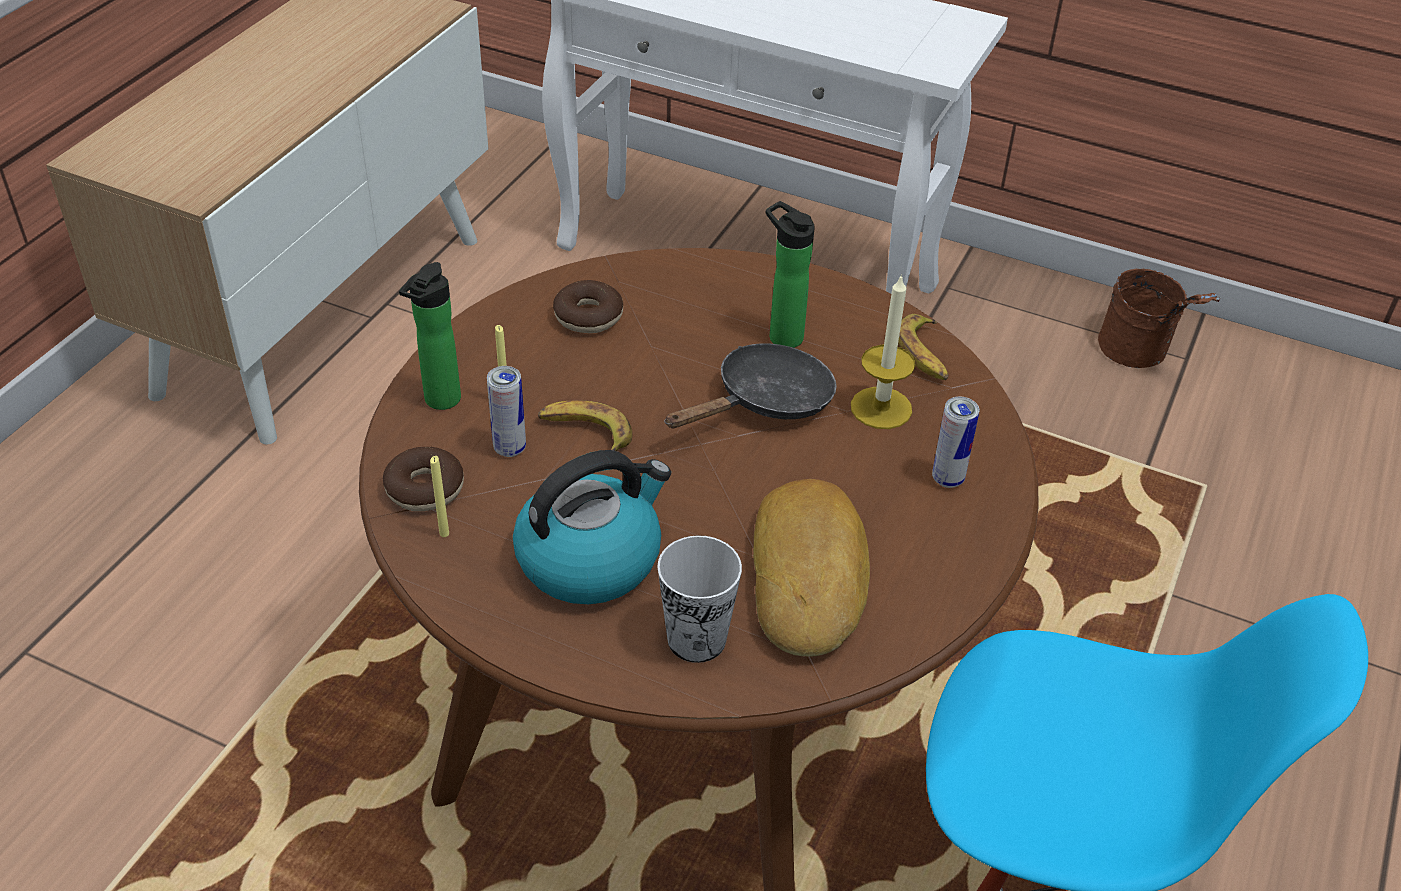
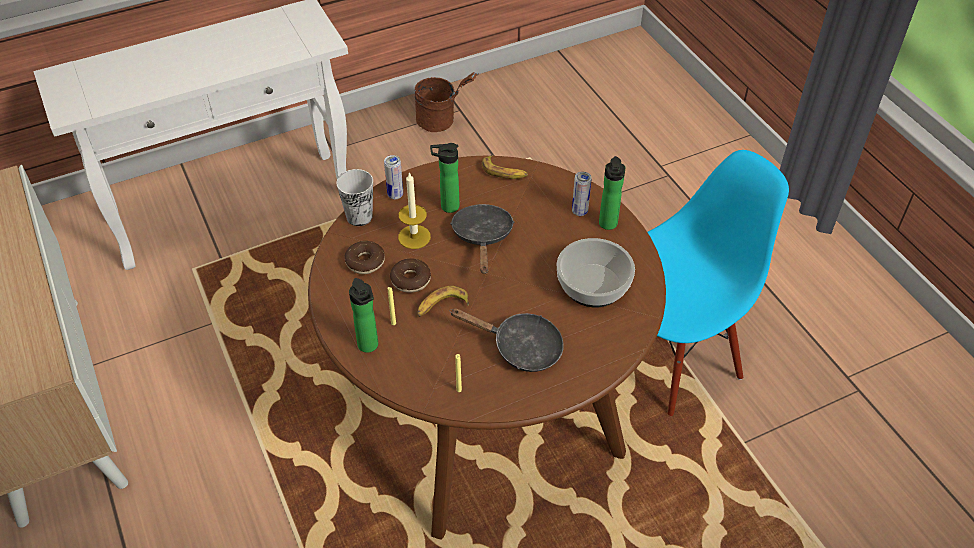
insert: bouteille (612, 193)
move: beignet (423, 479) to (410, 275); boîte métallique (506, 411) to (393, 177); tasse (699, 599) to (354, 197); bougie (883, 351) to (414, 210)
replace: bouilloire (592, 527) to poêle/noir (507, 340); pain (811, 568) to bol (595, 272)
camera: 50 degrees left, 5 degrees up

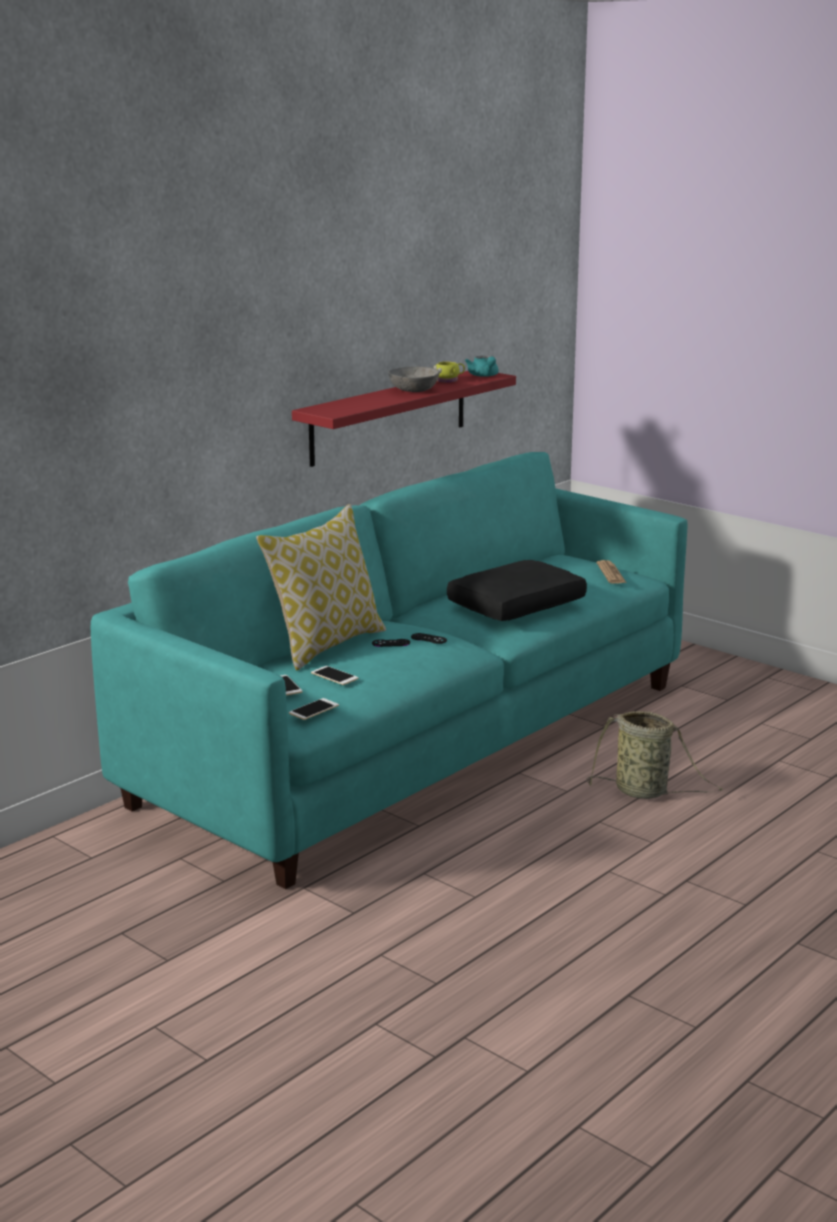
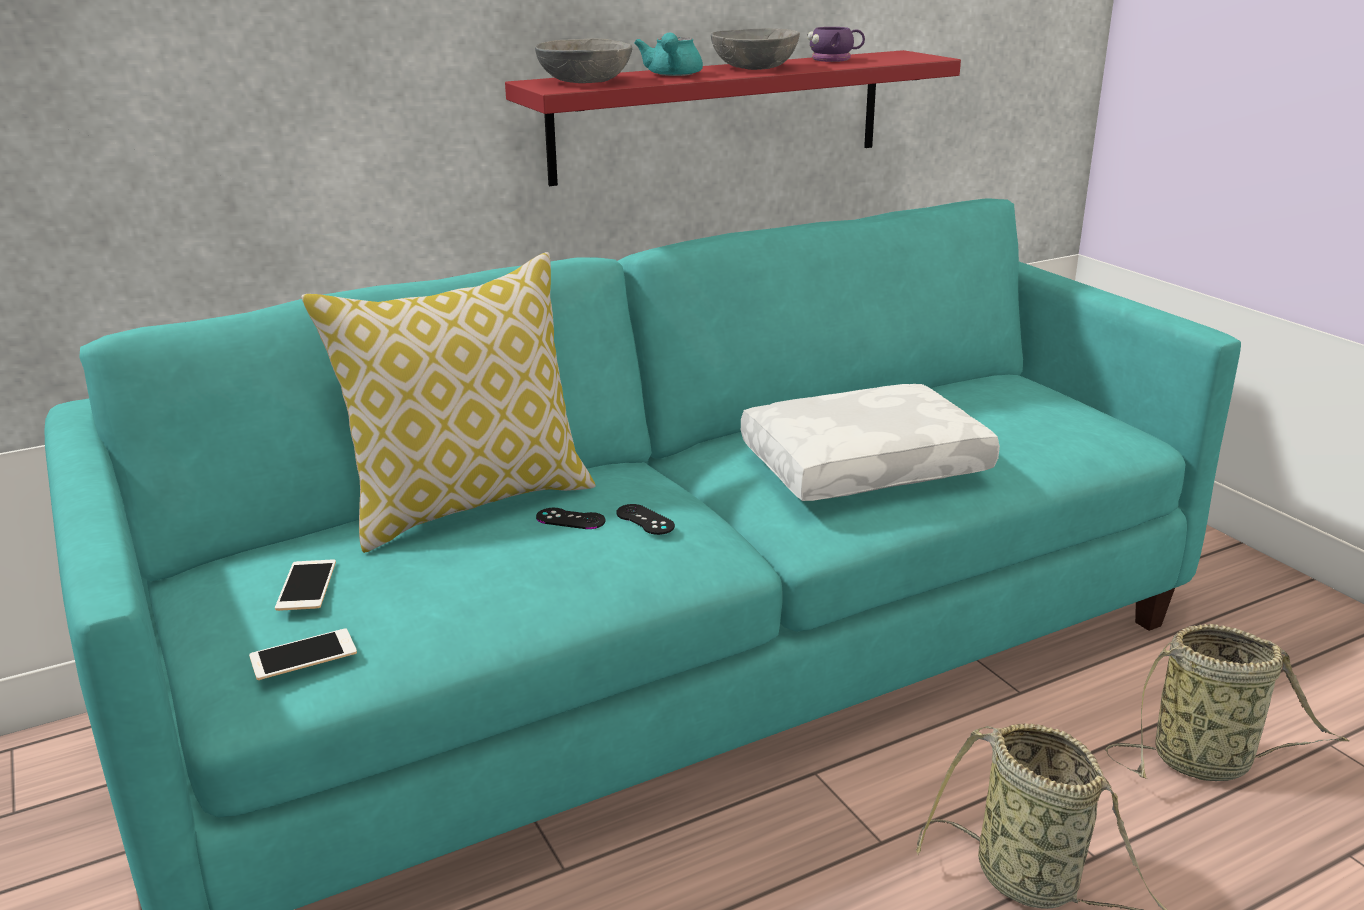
delete: téléphone (335, 675); journal (611, 572)
insert: bol/gris (583, 60); panier (1227, 702)
move: théière/turquoise (482, 366) to (668, 54)
recolor: mug/jaune (449, 372) to mug/violet (836, 44); coussin/noir (517, 590) to coussin/blanc (870, 442)
camera: 20 degrees right, 5 degrees up

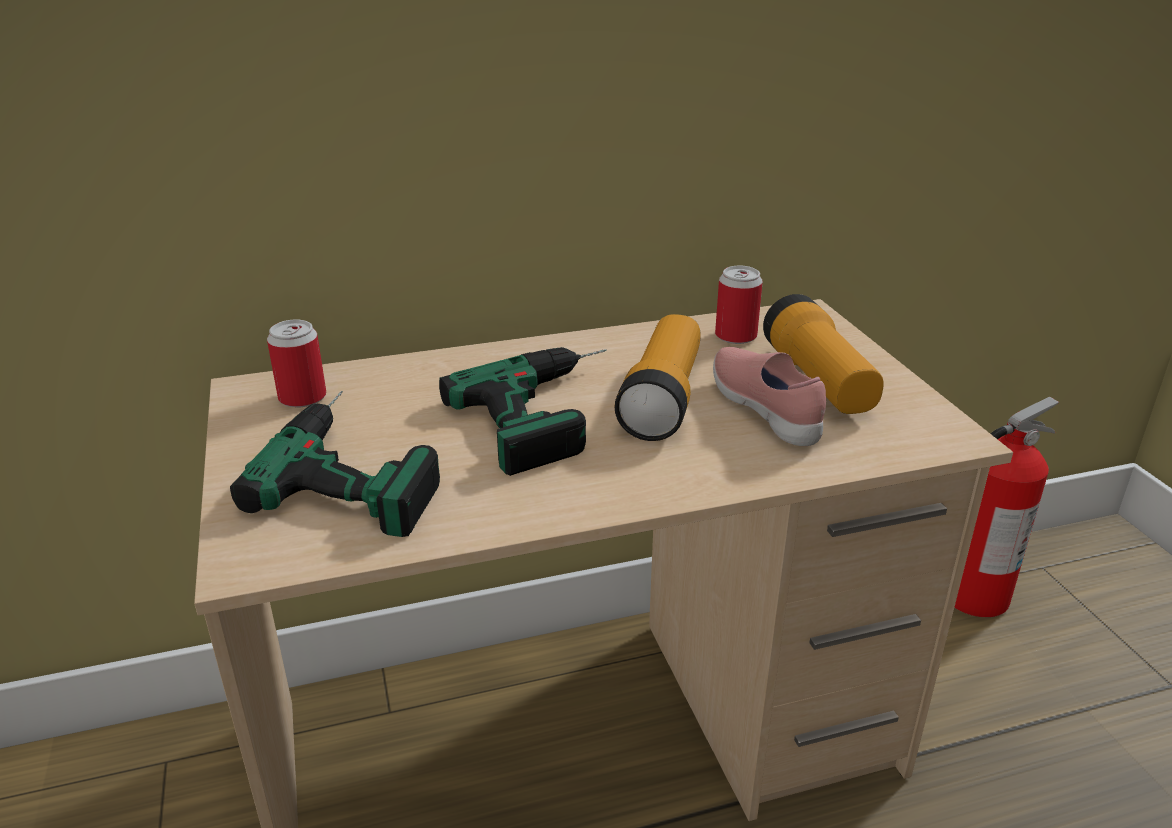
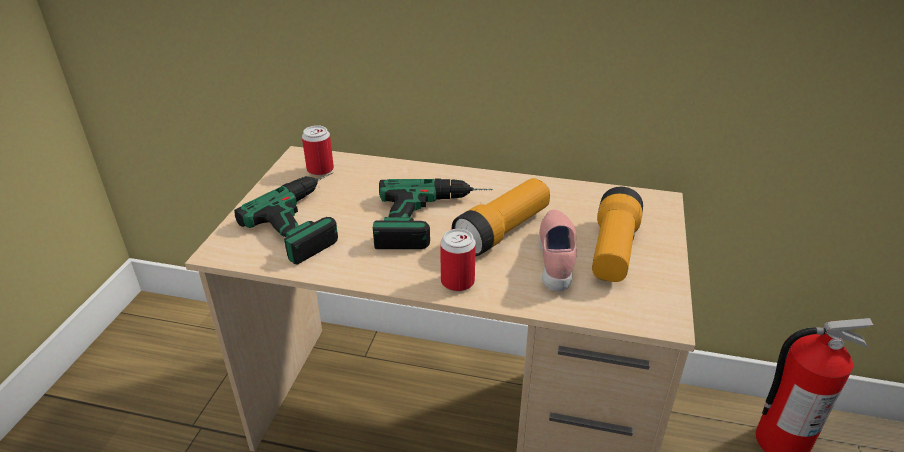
move: boîte métallique (739, 305) to (458, 260)
camera: 30 degrees right, 5 degrees up

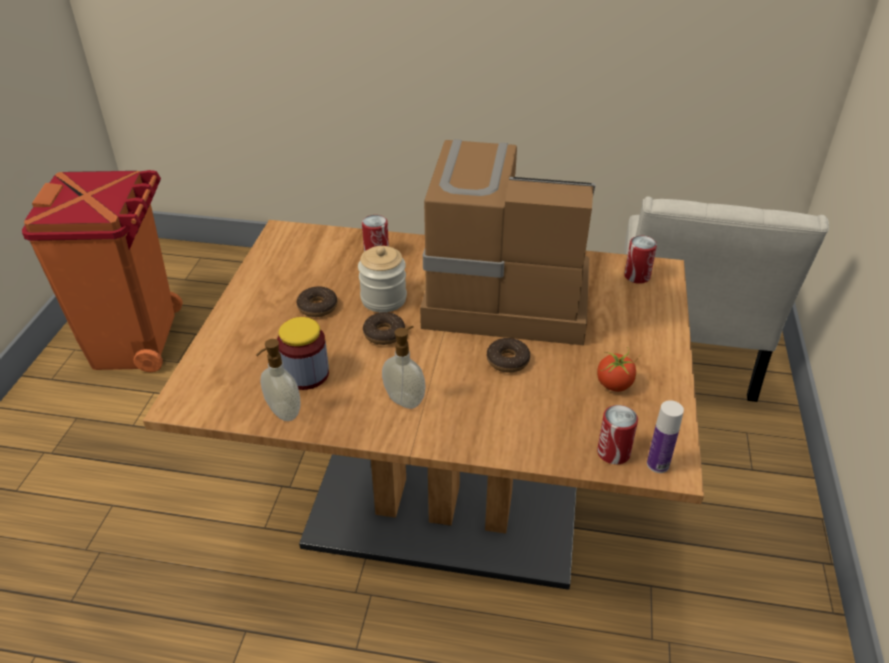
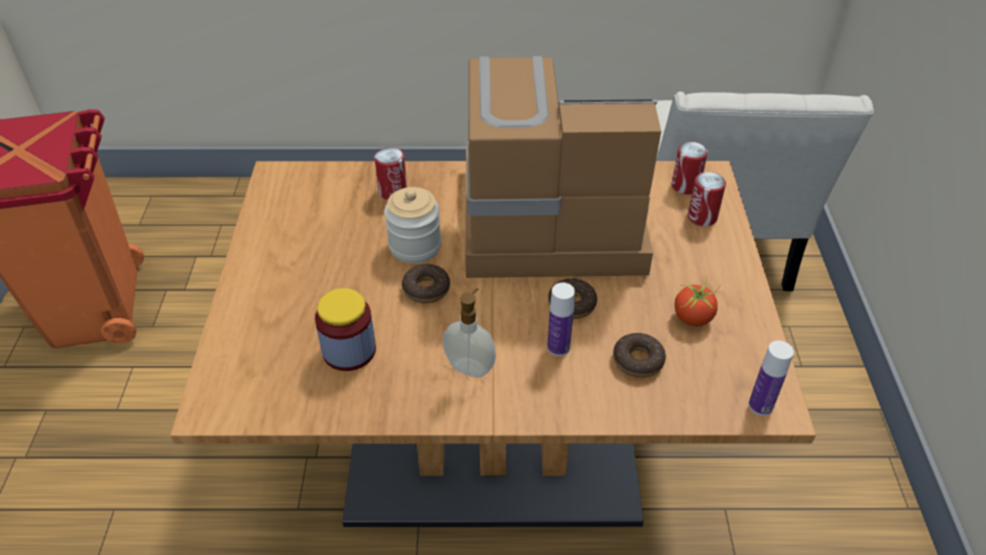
delete: distributeur de savon (278, 380)
insert: bouteille (561, 319)
move: beignet (316, 301) to (639, 355); boîte métallique (617, 435) to (707, 199)
camera: 10 degrees left, 5 degrees up

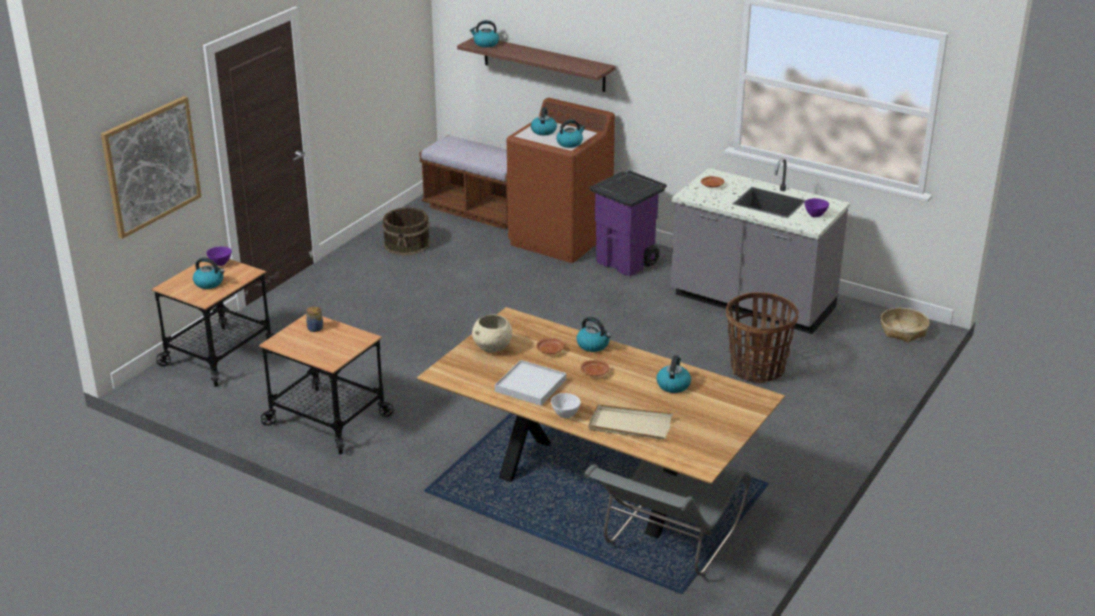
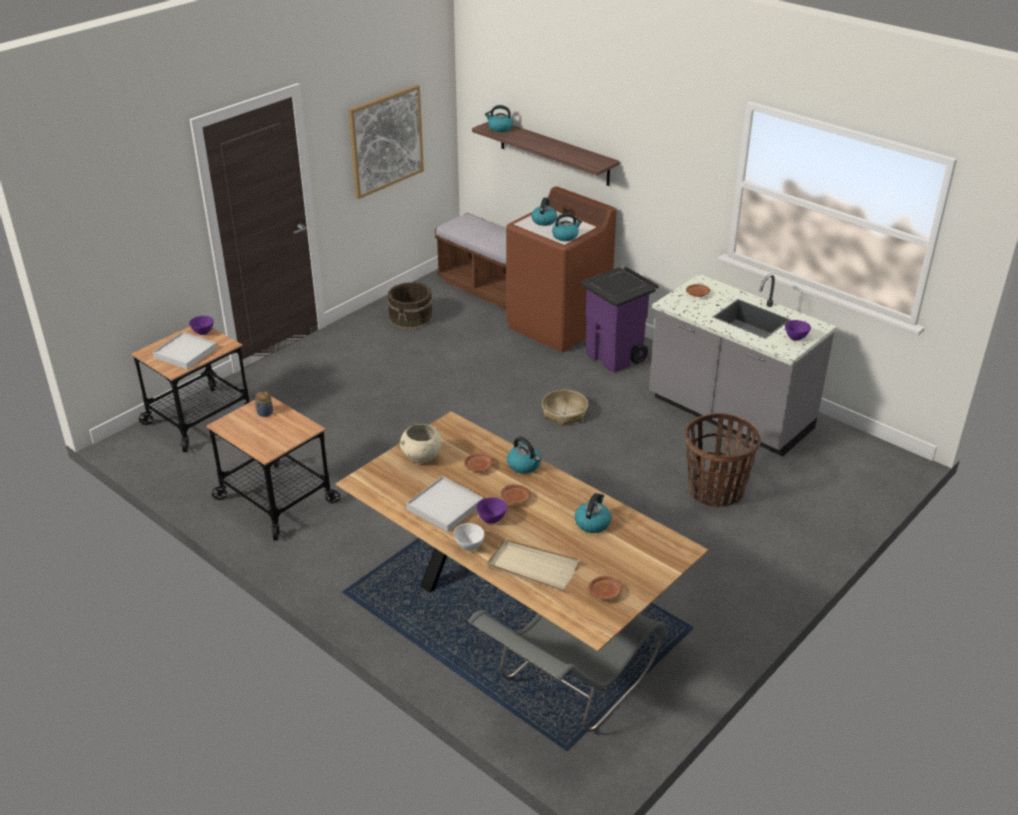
insert: bol/violet (491, 510); assiette/marron (605, 588)
move: tableau (151, 167) to (386, 142); panier (905, 325) to (565, 408)
replace: bouilloire (209, 273) to plateau/blanc (185, 350)
camera: 10 degrees right, 5 degrees up

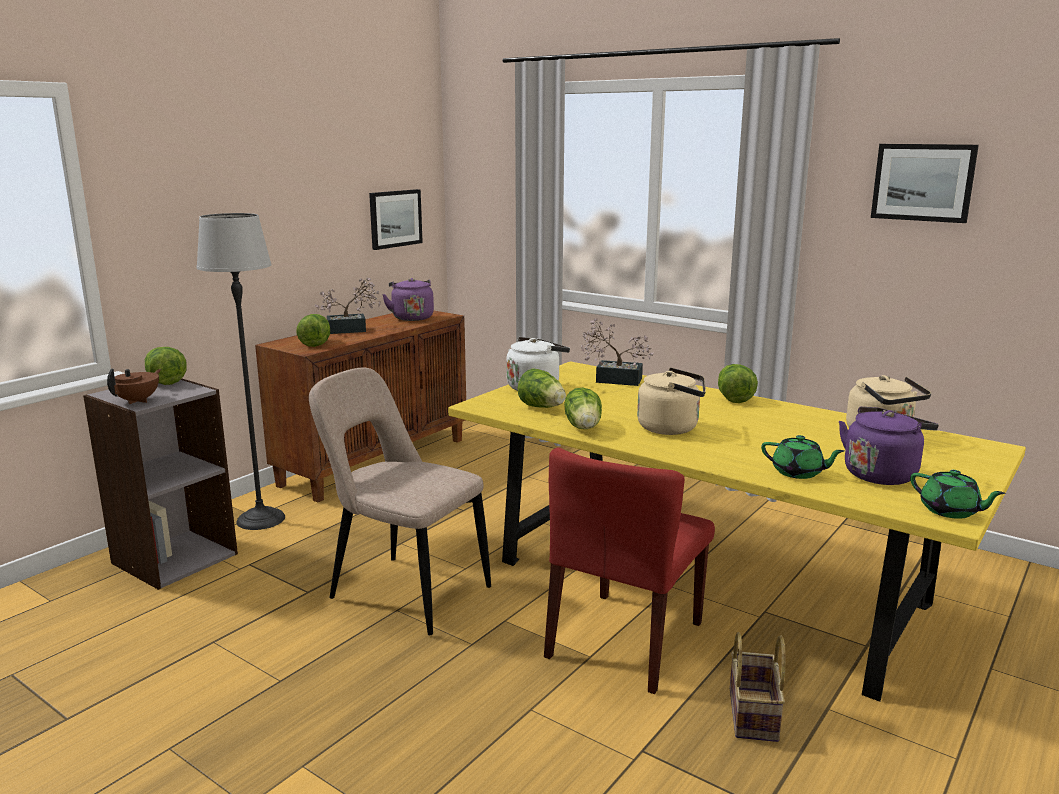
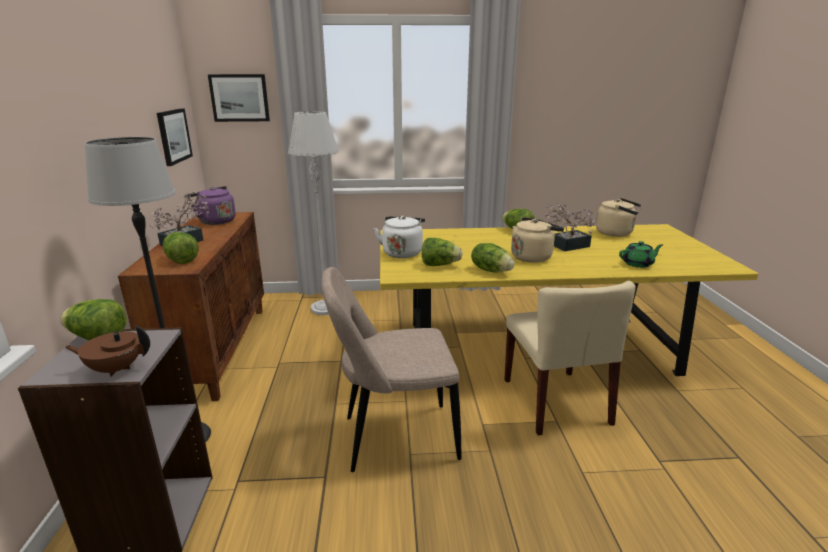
delete: panier (758, 687); bouilloire/violet (888, 446); théière/vert (958, 494)
insert: lampadaire/gris (313, 213)
move: plante en pot (617, 352) to (569, 227); tableau (925, 183) to (239, 98)
recolor: chaise/rouge (629, 570) to chaise/beige (570, 358)
rotate: théière/marron (134, 386) = (107, 351) 75 degrees counterclockwise
camera: 40 degrees left, 5 degrees up

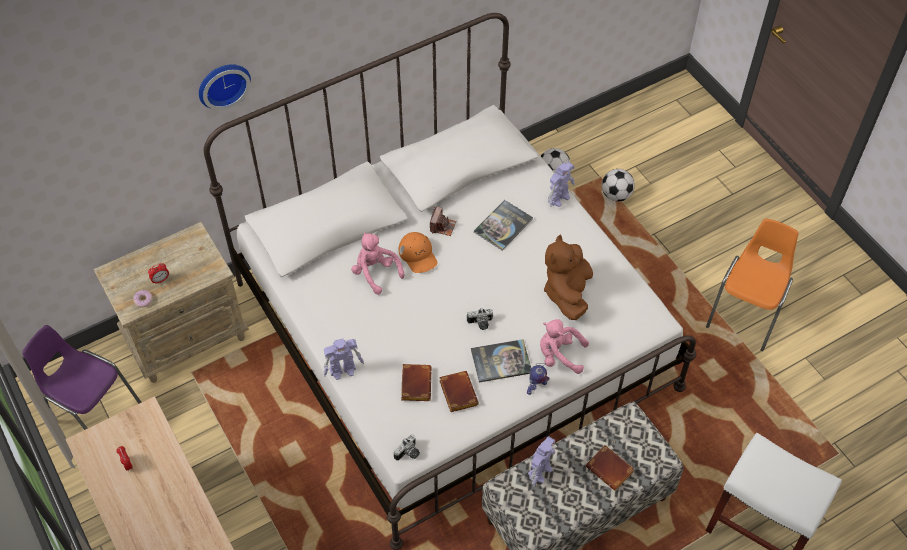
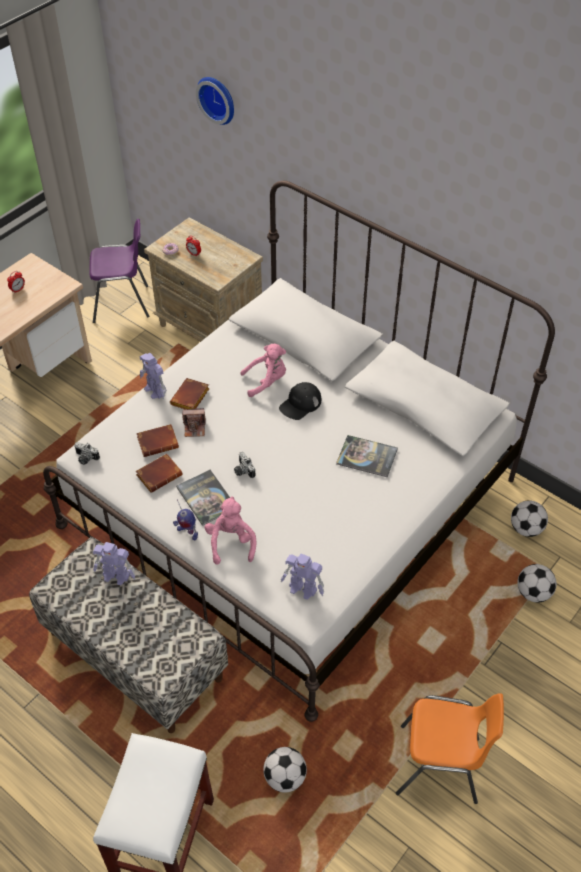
delete: peluche/marron (568, 277)
insert: ballon de foot (285, 770)
move: horloge murale (225, 87) to (215, 101); appareil photo (443, 221) to (194, 422); robot jouet (561, 184) to (302, 576); livre/marron (610, 468) to (190, 394)
recolor: casquette/orange (418, 252) to casquette/noir (300, 401)
rotate: chaise/violet (82, 377) = (119, 271) 75 degrees clockwise; peluche/rose (377, 263) = (263, 370) 45 degrees clockwise
camera: 70 degrees right, 5 degrees down

